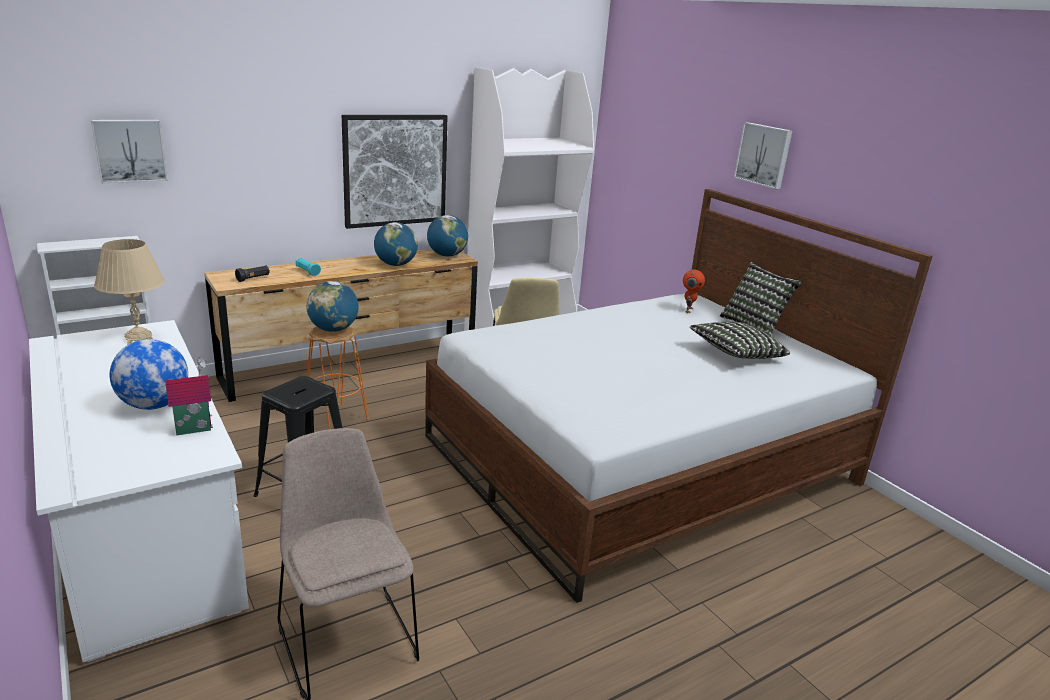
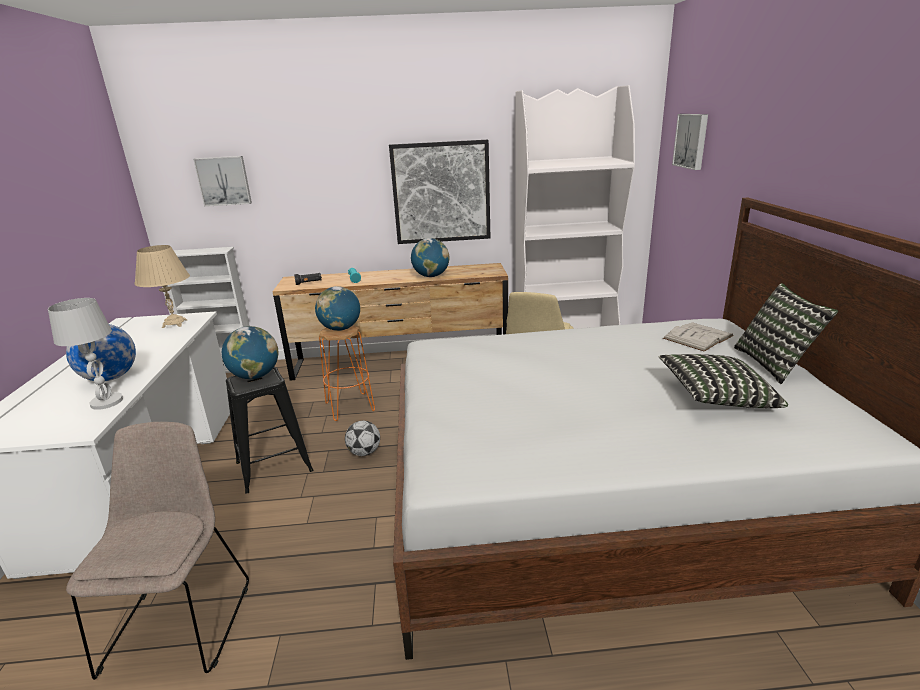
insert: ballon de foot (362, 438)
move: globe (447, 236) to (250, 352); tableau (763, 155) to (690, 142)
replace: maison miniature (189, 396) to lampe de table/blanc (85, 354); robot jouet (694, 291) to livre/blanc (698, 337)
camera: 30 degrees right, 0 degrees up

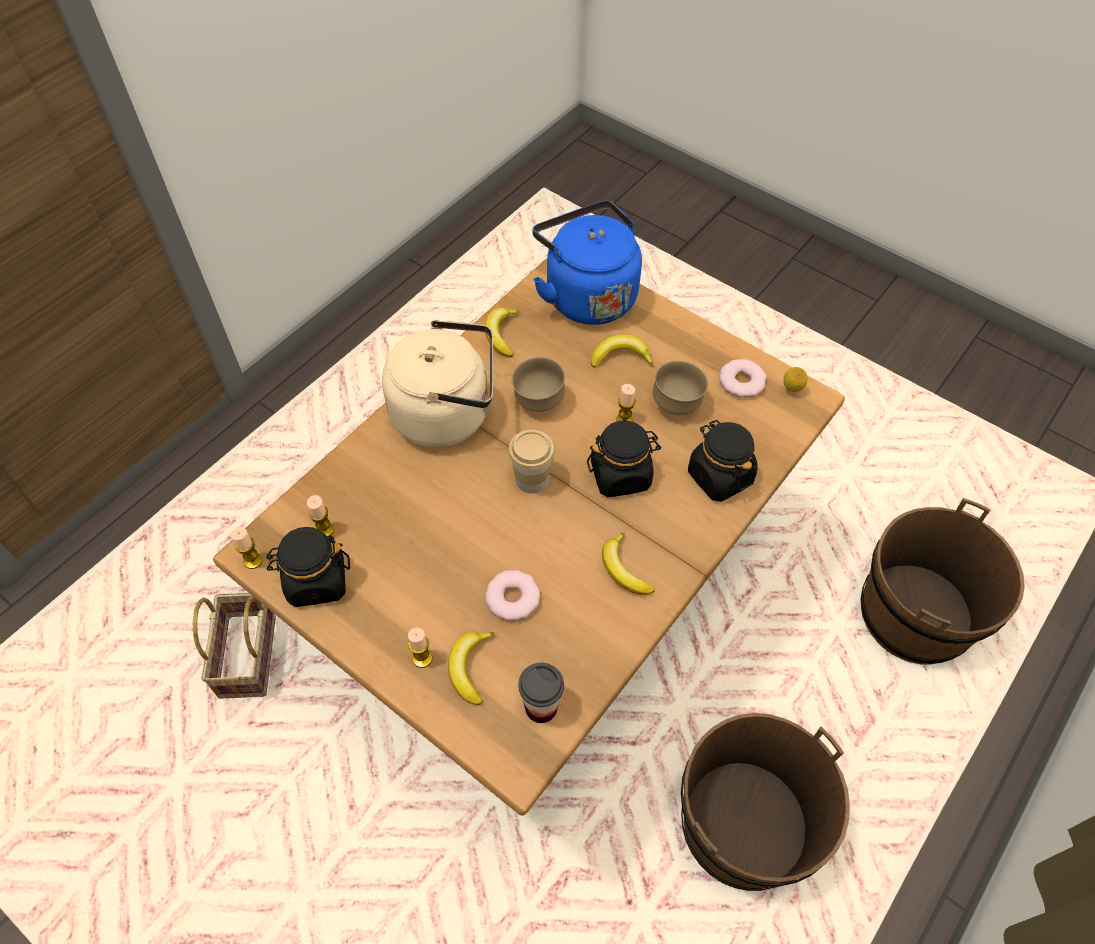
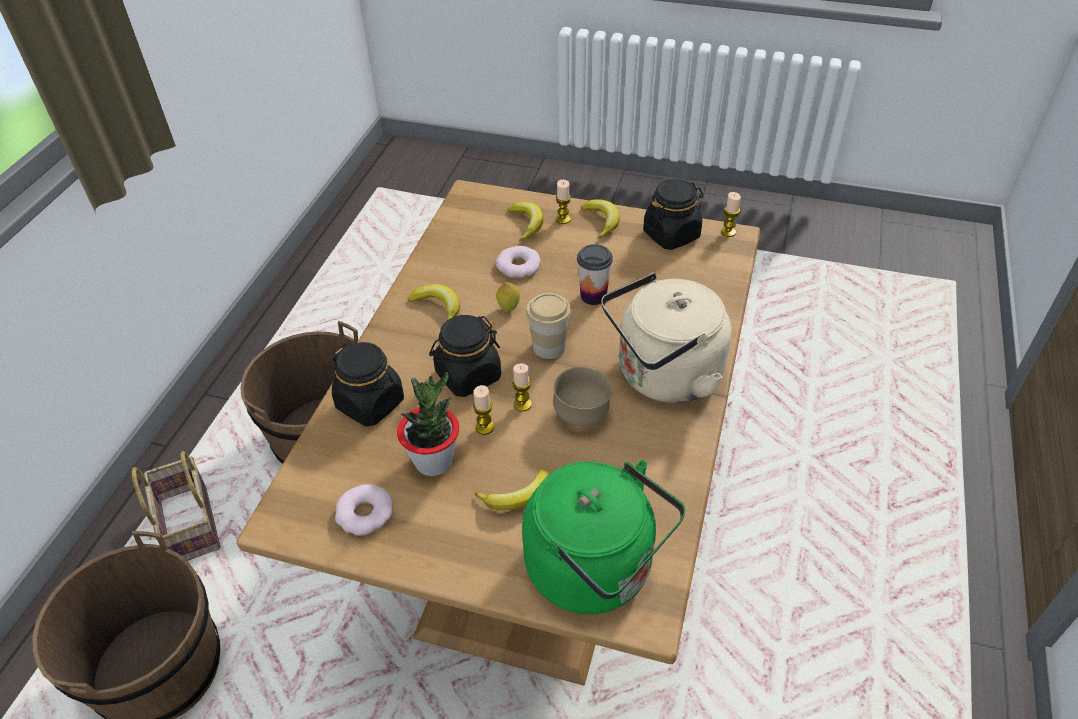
move: panier (234, 646) to (175, 506); bougie (320, 516) to (522, 387); banane (502, 332) to (600, 219); tasse (541, 693) to (595, 274); citron (795, 379) to (508, 297)
replace: bol/marron (680, 388) to plante en pot (428, 424)
recolor: bouilloire/bleu (587, 263) to bouilloire/vert (603, 537)
camera: 160 degrees right, 10 degrees down

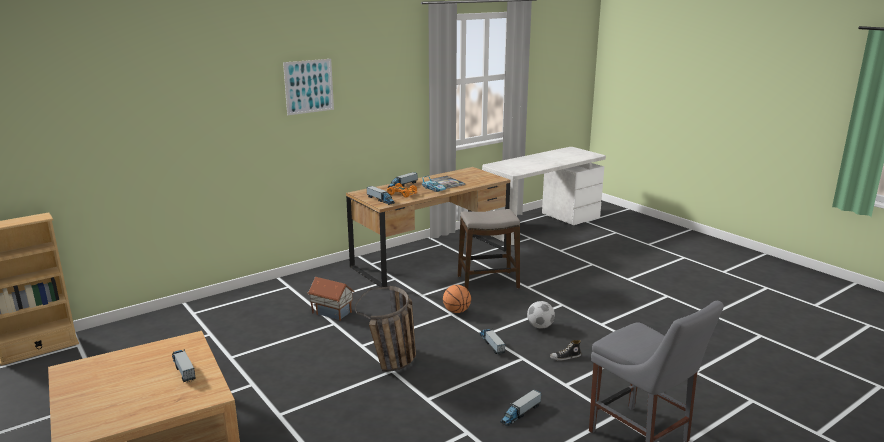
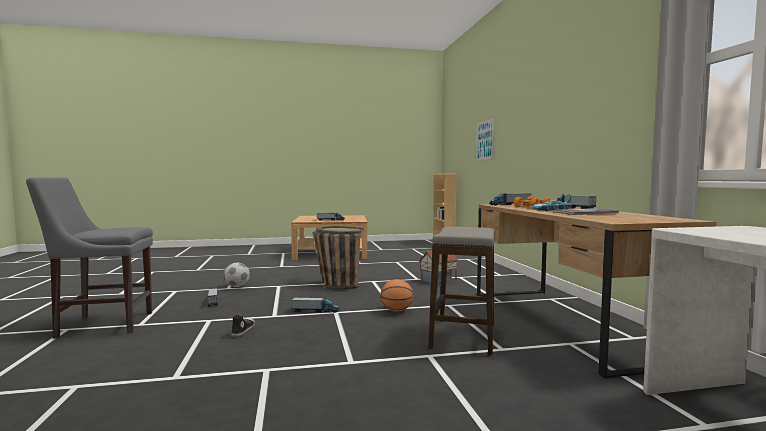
move: tableau (308, 87) to (485, 139); ballon de foot (541, 315) to (237, 274)
camera: 115 degrees right, 15 degrees down

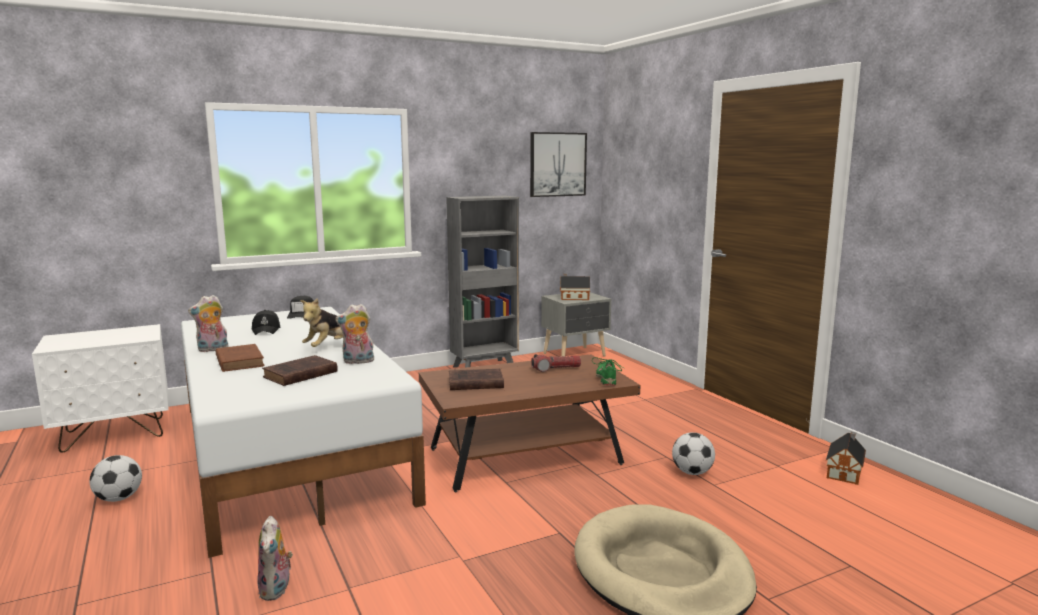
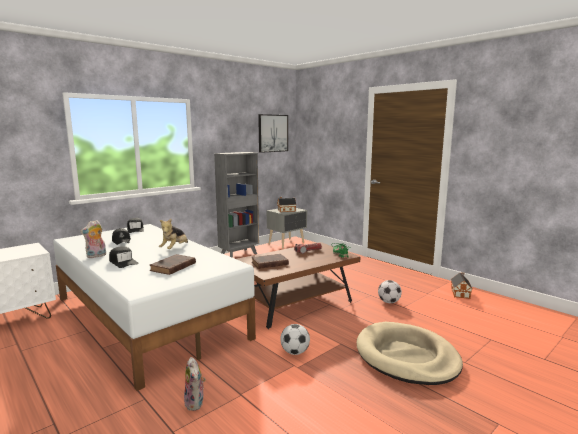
delete: peluche (354, 334)
move: ballon de foot (115, 478) to (295, 339)
replace: livre/marron (240, 358) to casquette/noir (124, 257)
camera: 15 degrees left, 0 degrees up

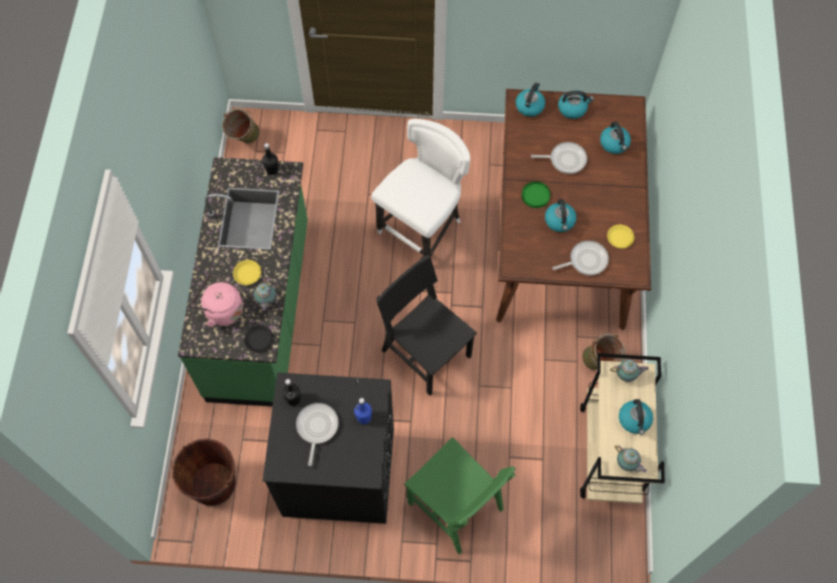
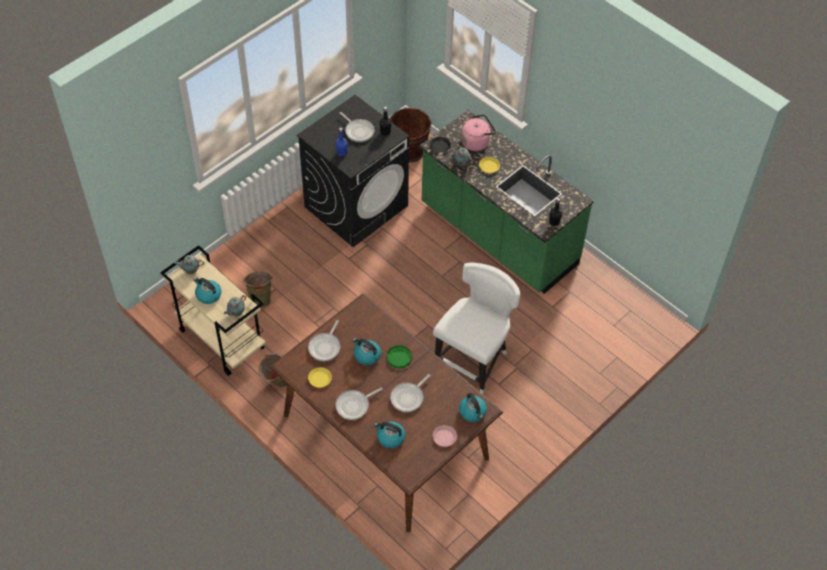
delete: chaise/noir (426, 325); chaise/vert (460, 496)
insert: poêle (358, 404)
move: seau/vert (241, 126) to (258, 290)
replace: bouilloire (576, 105) to assiette/rose (445, 436)
rotate: chaise/blanc (420, 188) = (476, 328) 135 degrees counterclockwise
camera: 130 degrees right, 10 degrees down

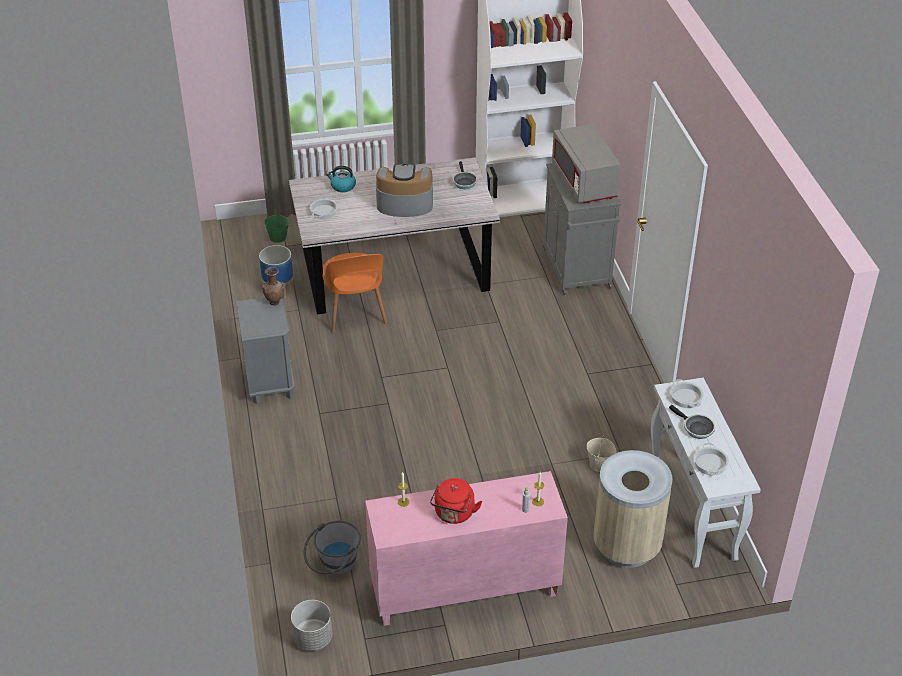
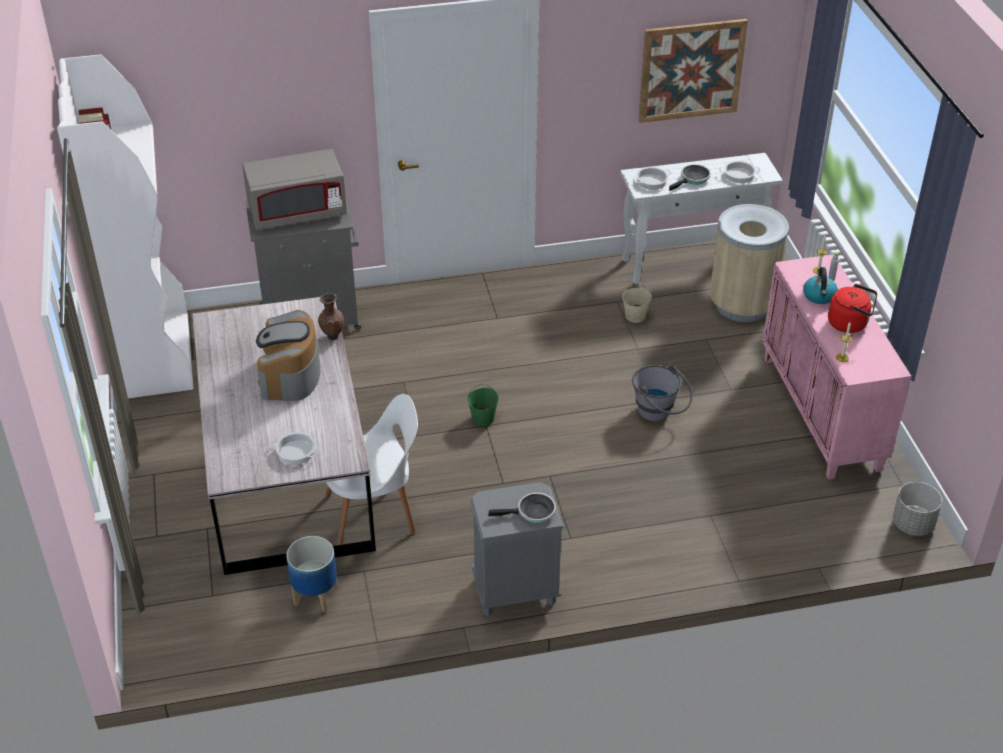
insert: tableau (693, 71)
move: vase/marron (273, 286) to (331, 316); seau/vert (276, 226) to (483, 405); seau/gris (332, 548) to (662, 393); bouilloire (341, 179) to (820, 285); poêle (464, 175) to (522, 508)
recolor: chaise/orange (355, 293) to chaise/blanc (372, 469)
camera: 90 degrees left, 0 degrees up

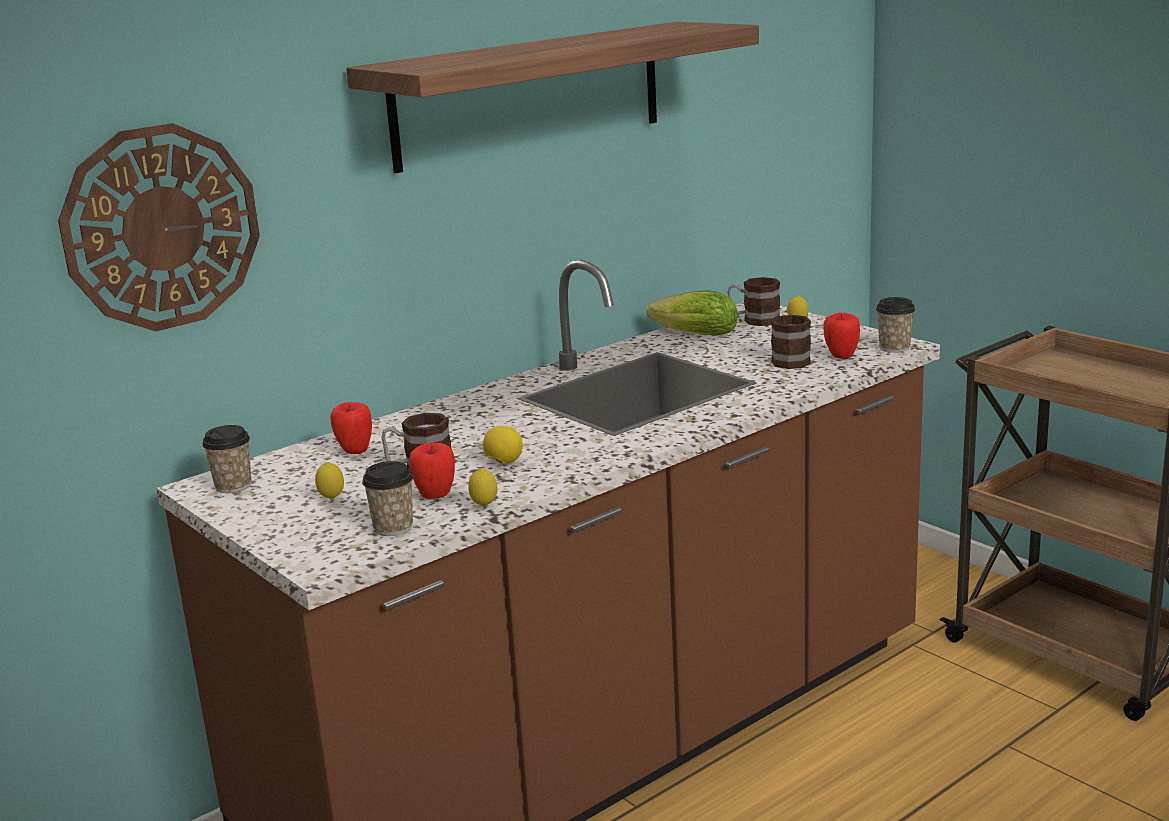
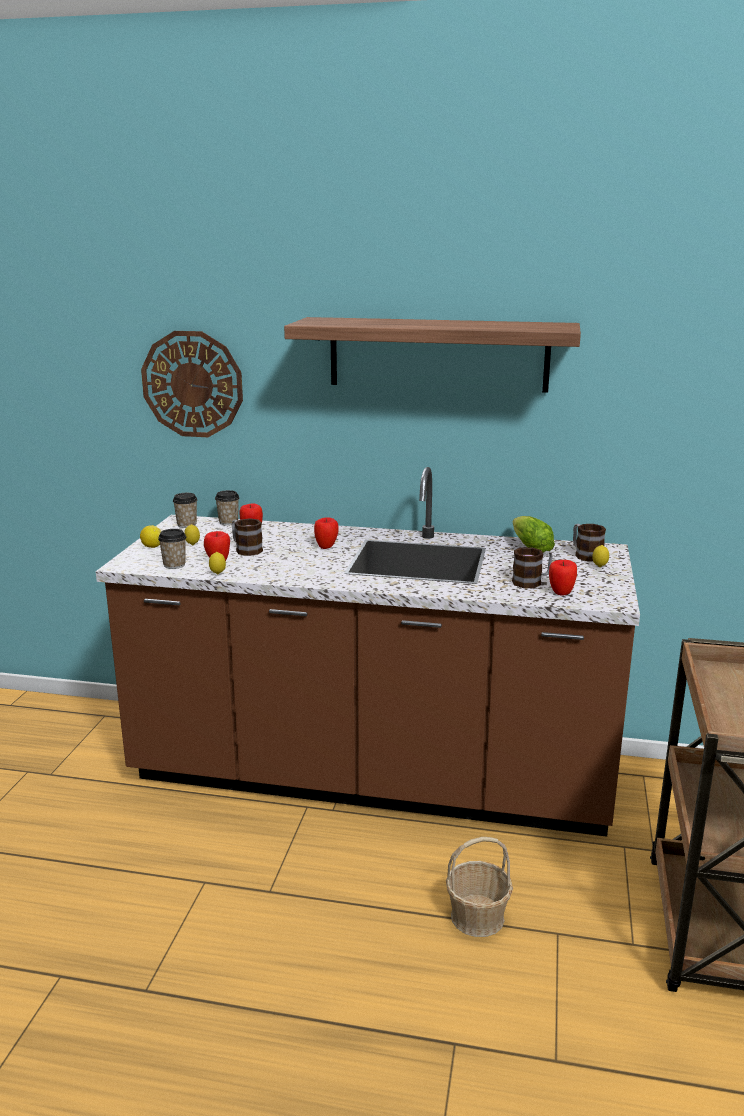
insert: pomme (326, 533); panier (479, 887)
move: citron (503, 445) to (150, 536); tasse (895, 325) to (227, 507)
camera: 50 degrees right, 0 degrees up

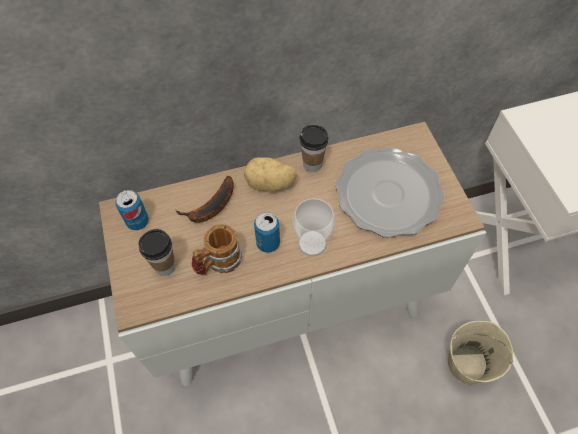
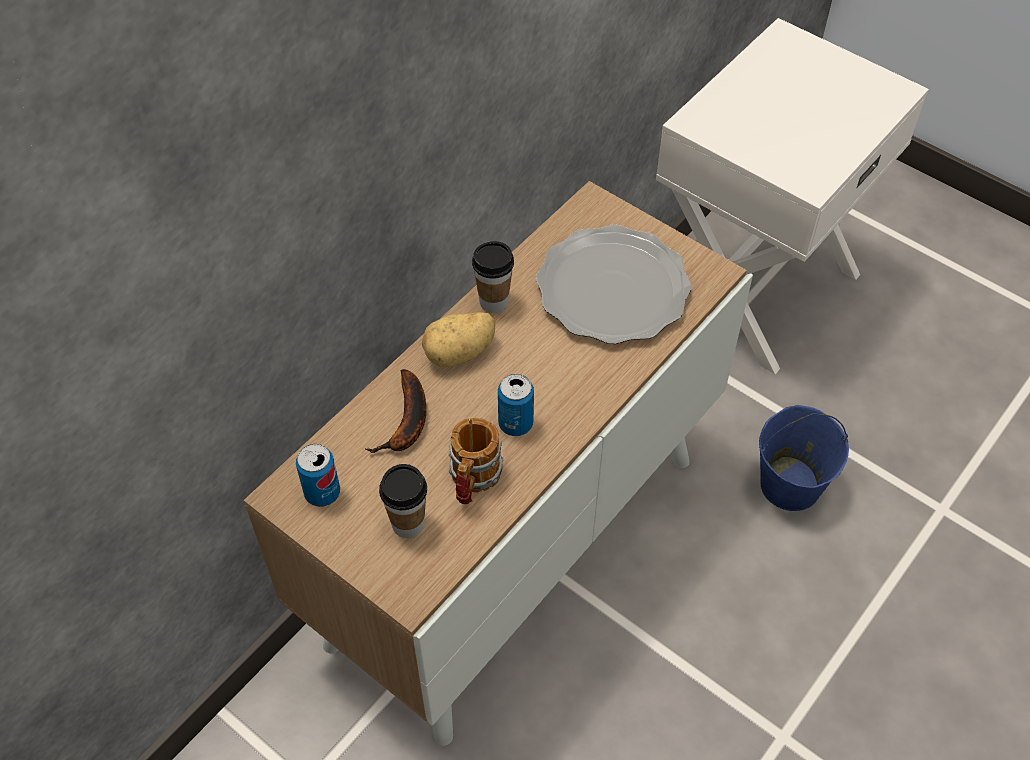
delete: tasse (313, 227)
recolor: seau/beige (480, 353) to seau/bleu (804, 458)
camera: 35 degrees left, 5 degrees down

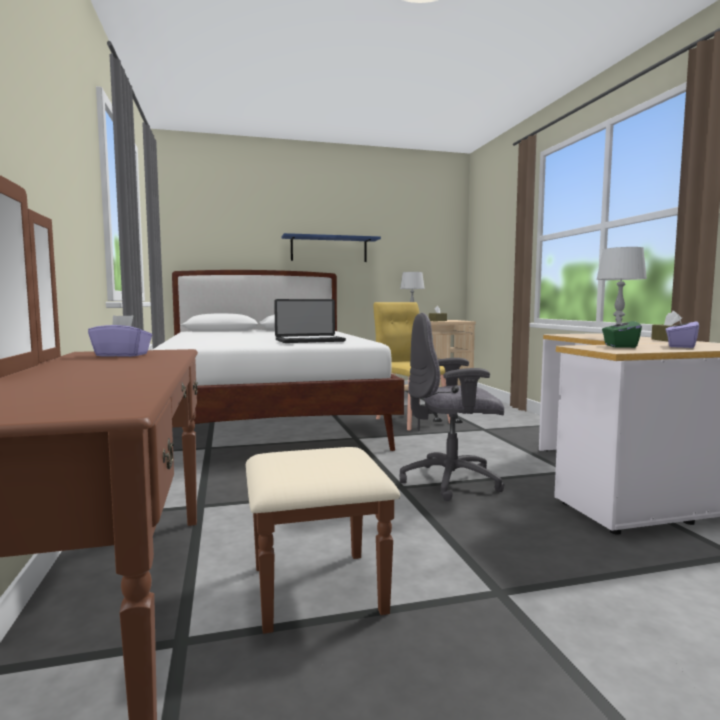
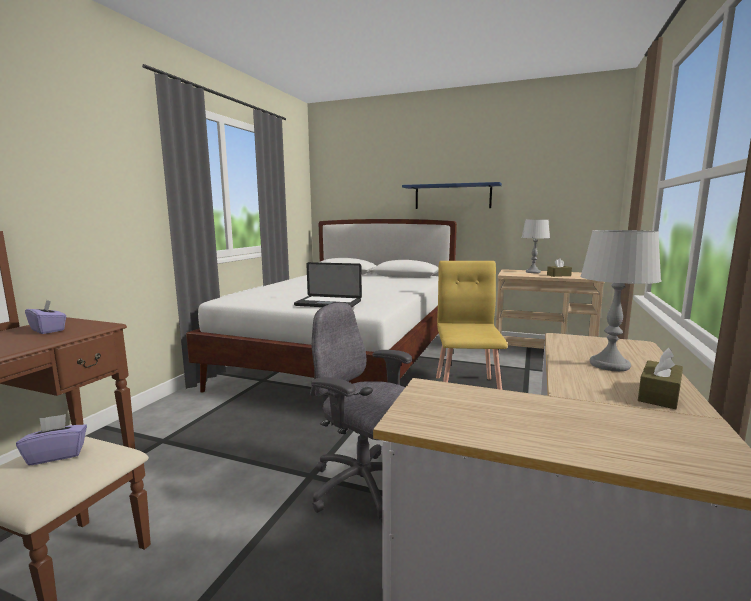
delete: boîte à mouchoirs/vert (622, 331)
move: boîte à mouchoirs/violet (682, 331) to (51, 440)
camera: 35 degrees right, 5 degrees up

